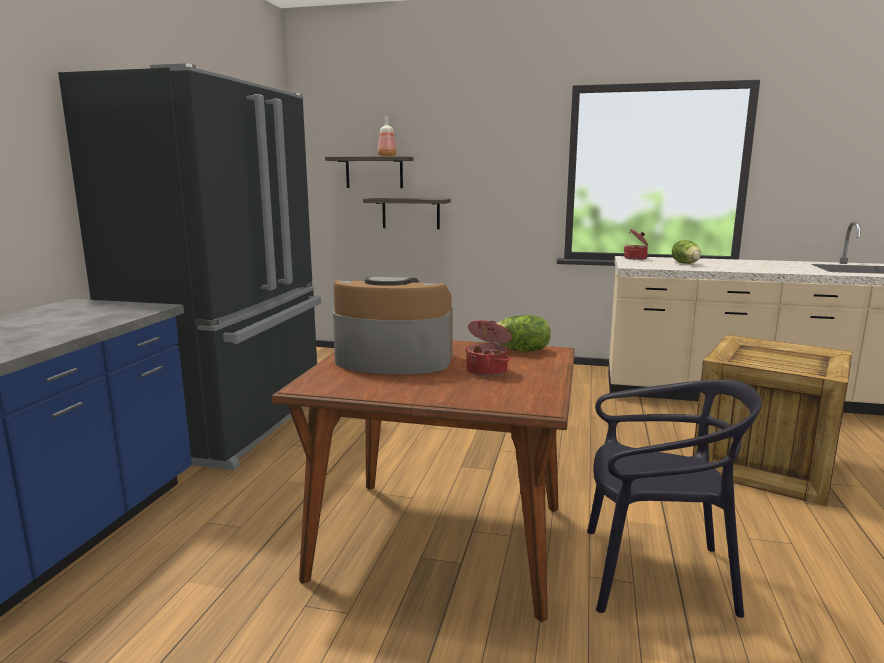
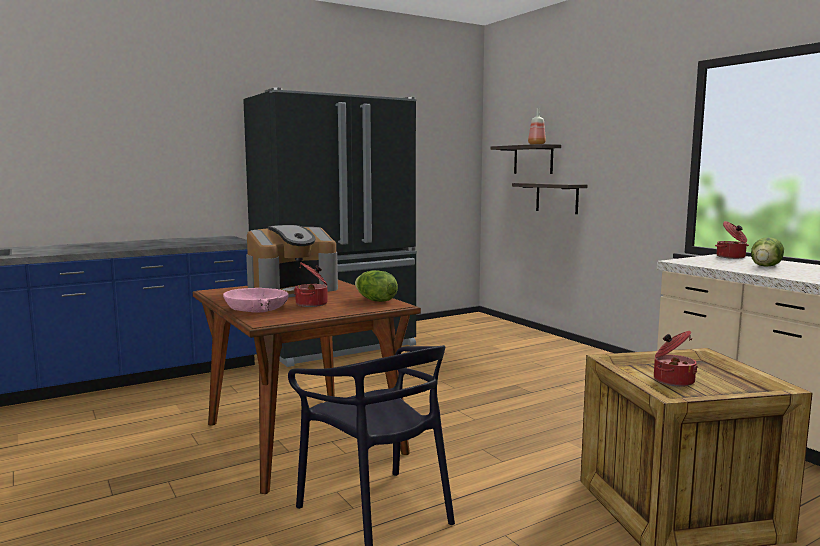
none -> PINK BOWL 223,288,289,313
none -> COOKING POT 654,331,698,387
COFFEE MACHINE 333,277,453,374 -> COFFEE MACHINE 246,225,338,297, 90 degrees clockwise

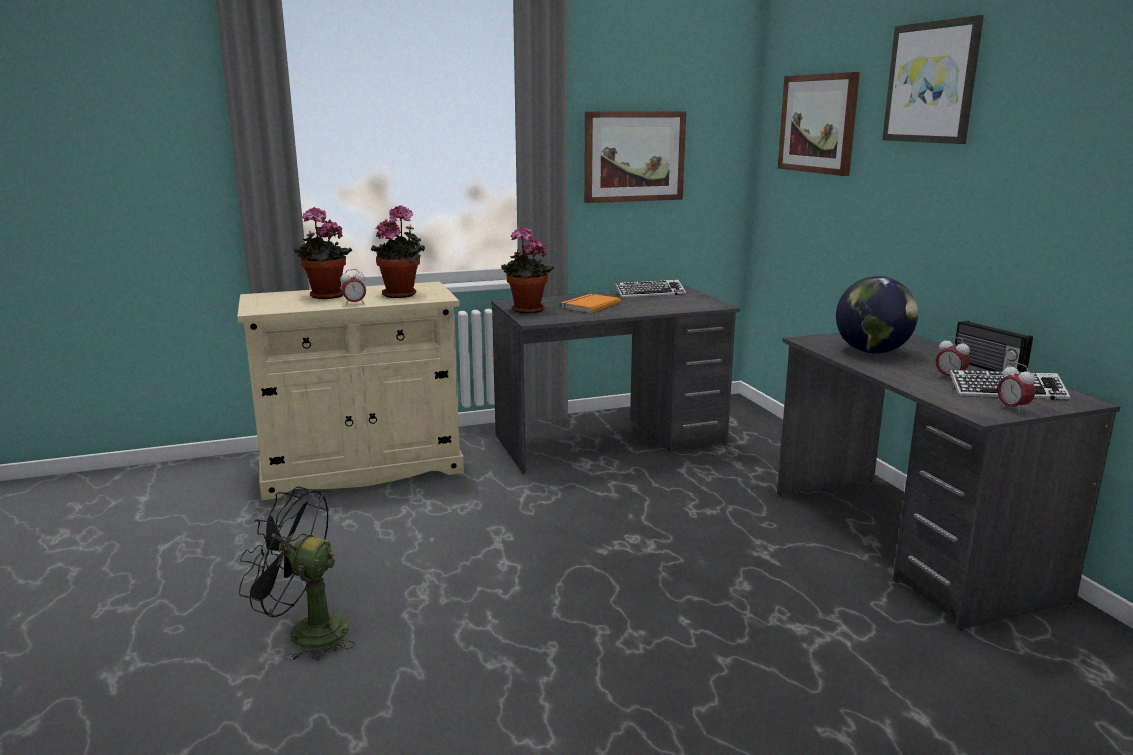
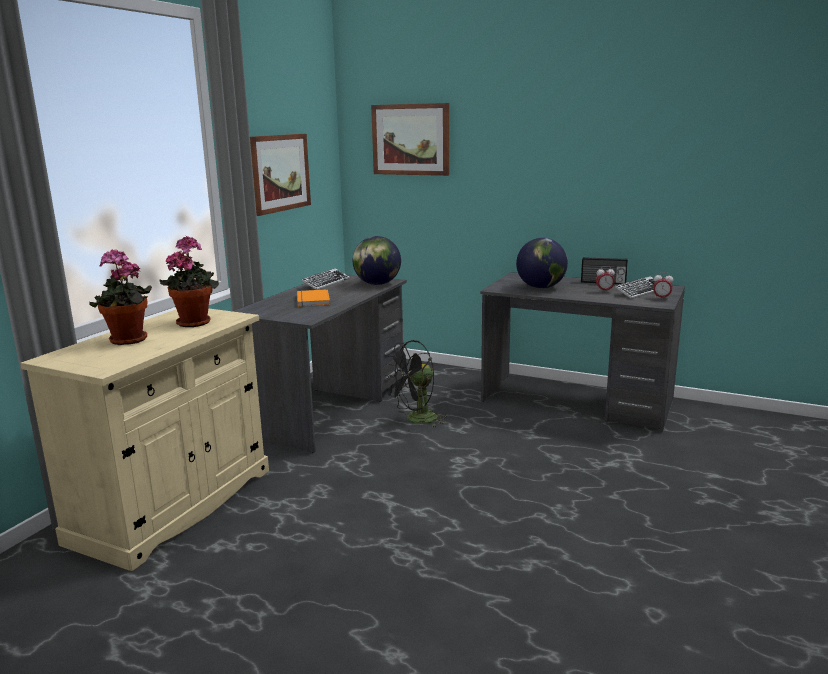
ALARM CLOCK 340,269,366,305 -> none
POTTED PLANT 501,226,554,314 -> none
PICTURE 882,15,984,144 -> none
none -> GLOBE 353,236,401,285
BLACK FAN 239,486,355,661 -> BLACK FAN 385,340,448,428, relocated

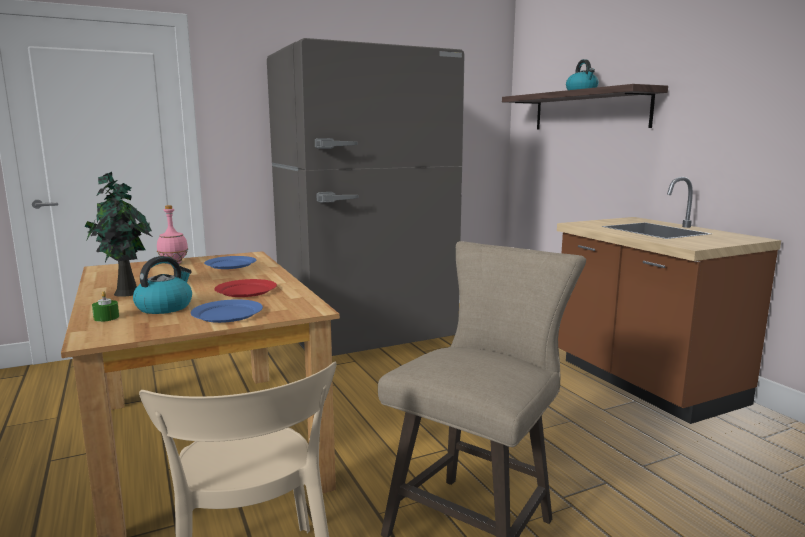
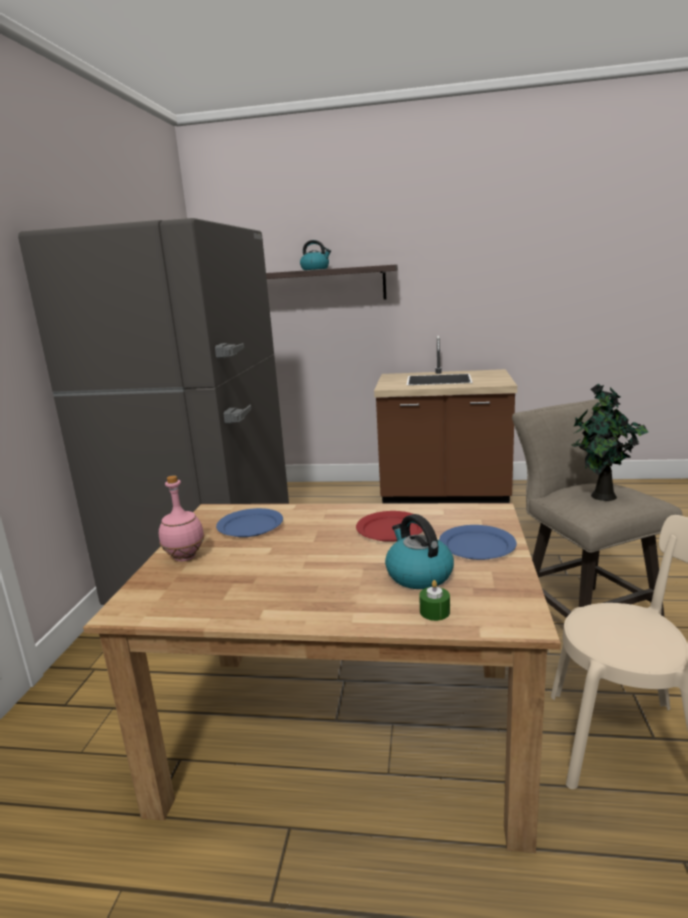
POTTED PLANT 84,172,152,297 -> POTTED PLANT 570,384,648,501, relocated

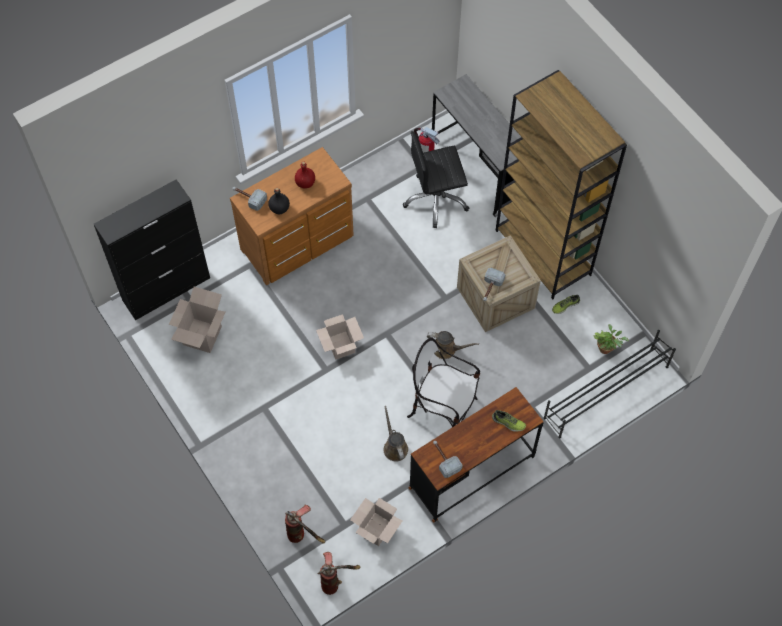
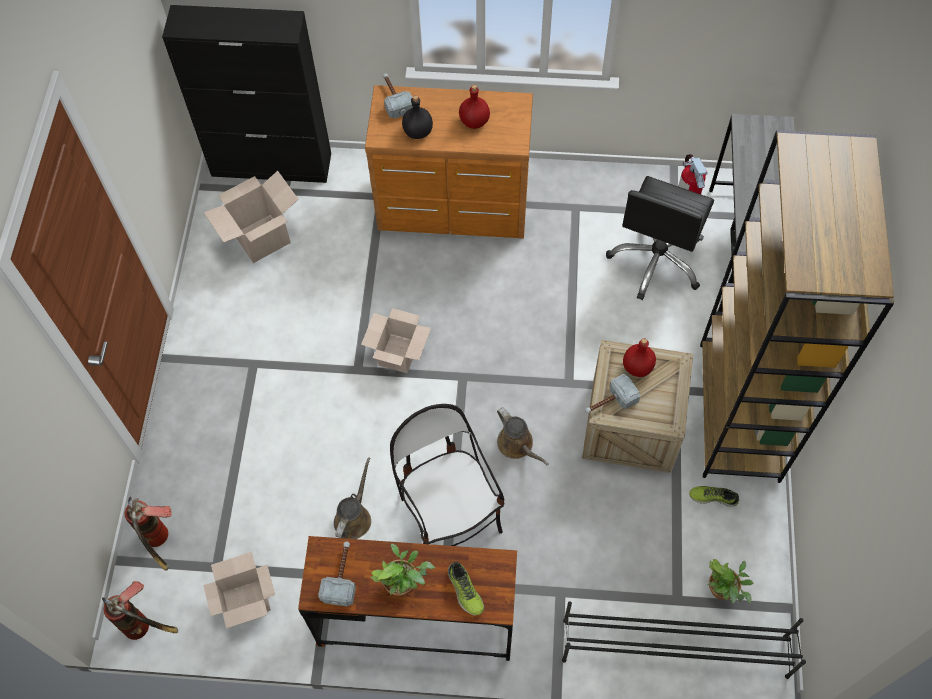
none -> POTTED PLANT 370,543,435,596
none -> RED BOTTLE 623,338,656,377
BLACK OFFICE CHAIR 403,131,469,228 -> BLACK OFFICE CHAIR 606,176,714,300, 90 degrees counterclockwise

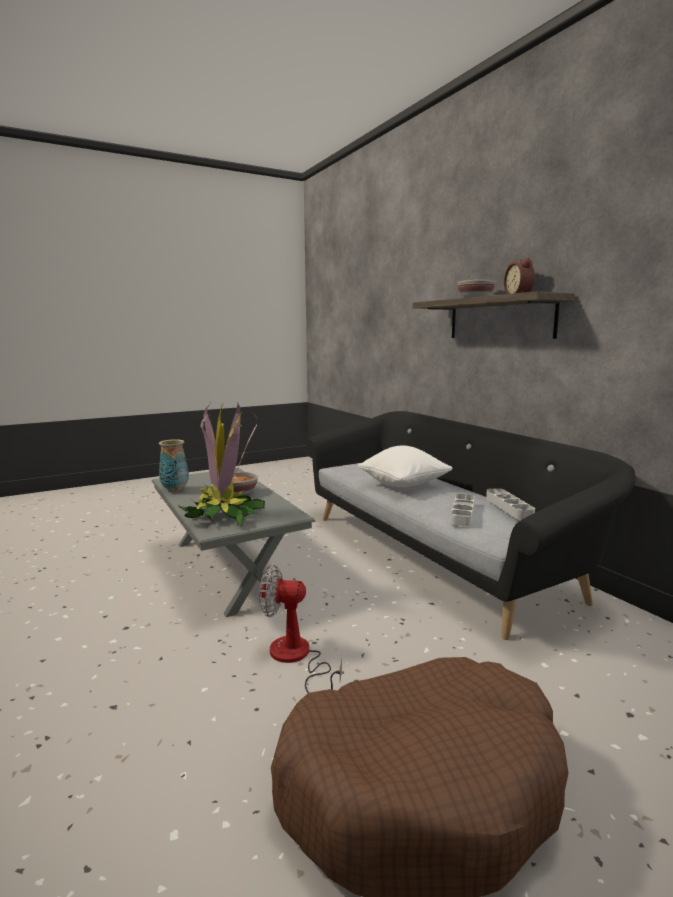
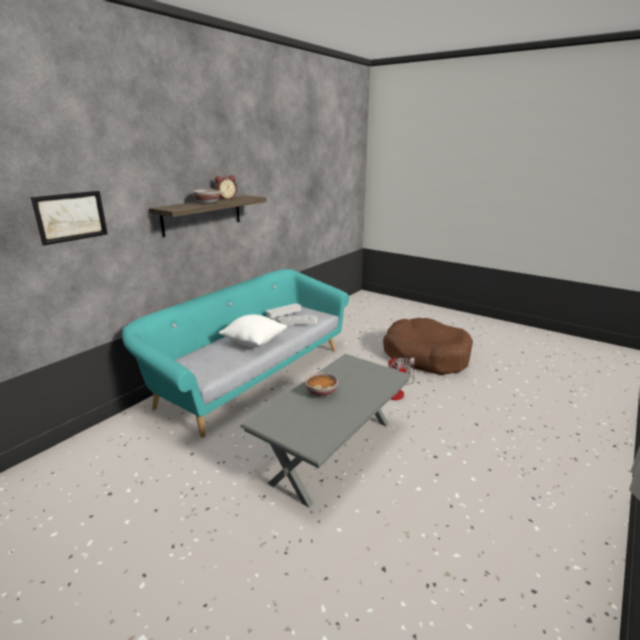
VASE 159,439,189,492 -> none
POTTED PLANT 178,403,265,527 -> none
none -> PICTURE 31,191,108,246
BLACK SOFA 307,411,636,640 -> TURQUOISE SOFA 122,269,349,438

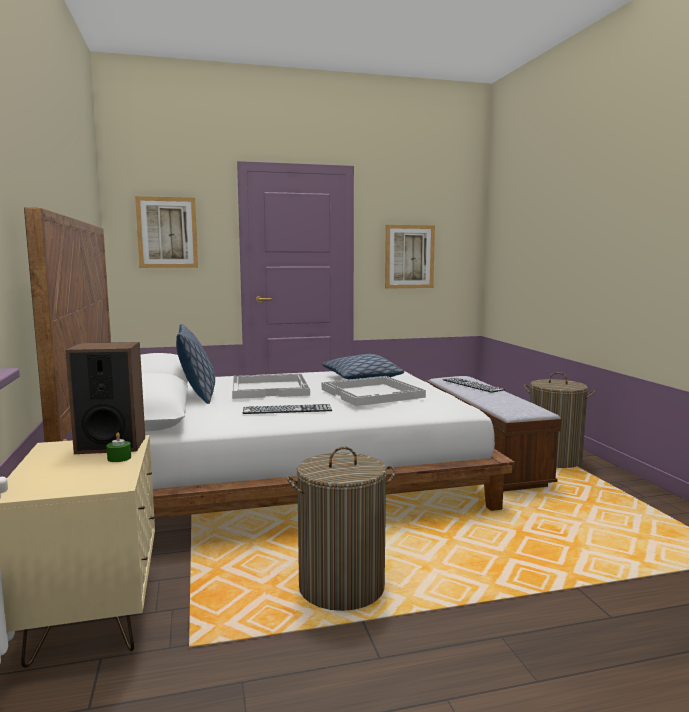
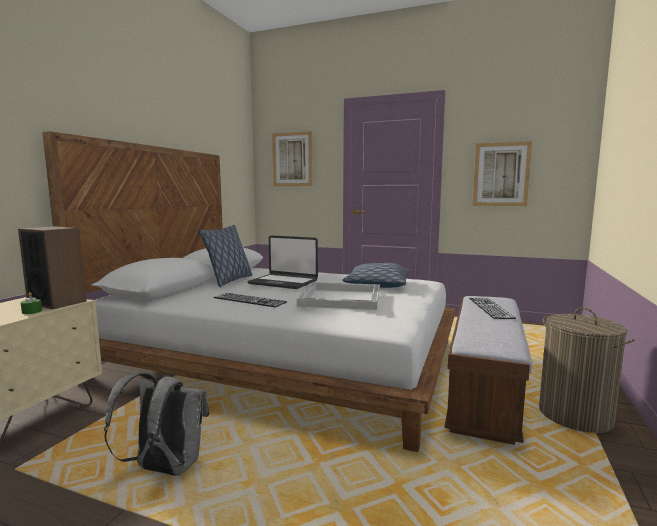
WHITE TRAY 232,373,310,399 -> LAPTOP 247,235,318,289
LAUNDRY BASKET 286,446,395,611 -> GREY BACKPACK 104,372,209,476

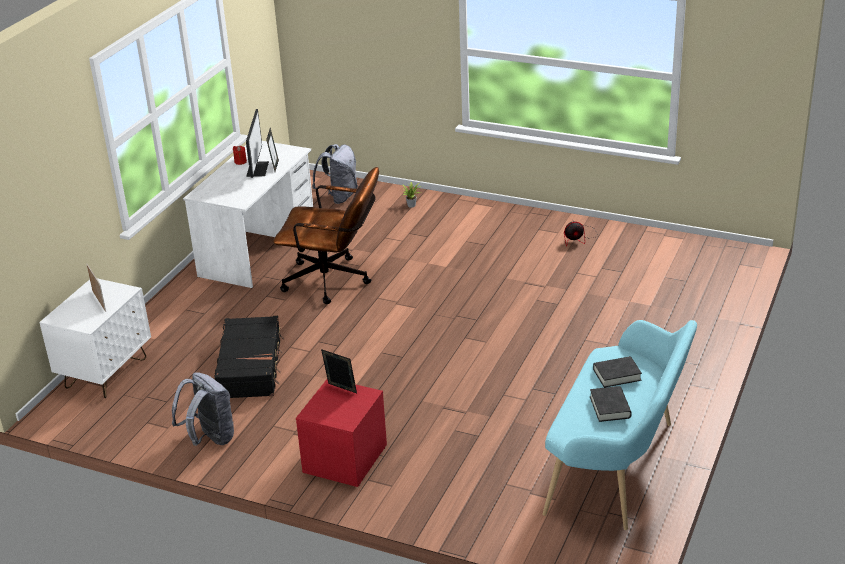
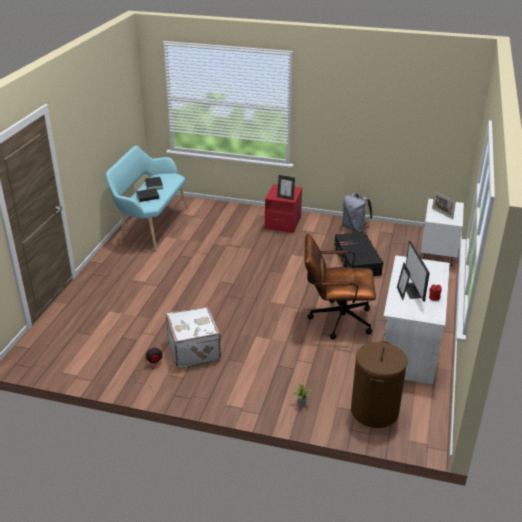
none -> WHITE SUITCASE 166,306,221,368
GREY BACKPACK 312,144,358,204 -> BROWN LAUNDRY BASKET 351,341,408,428

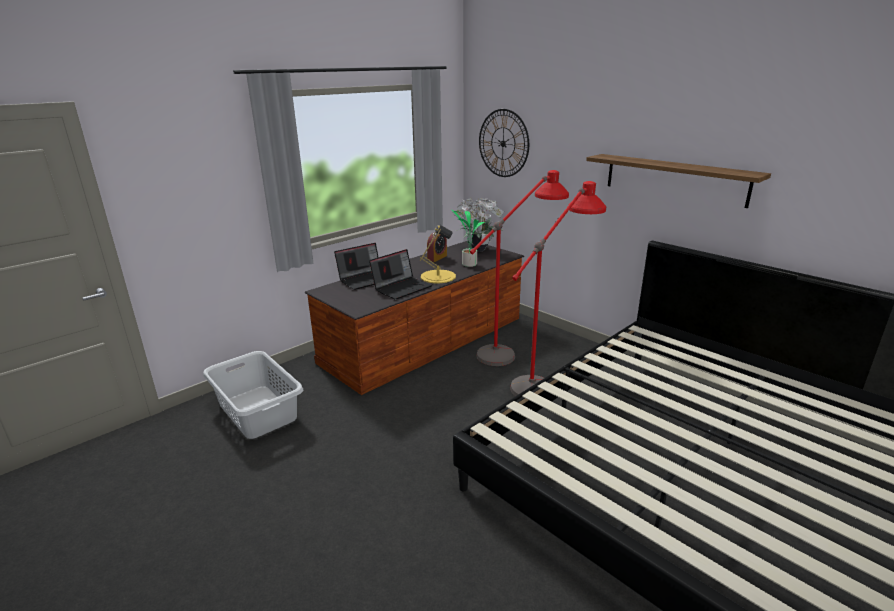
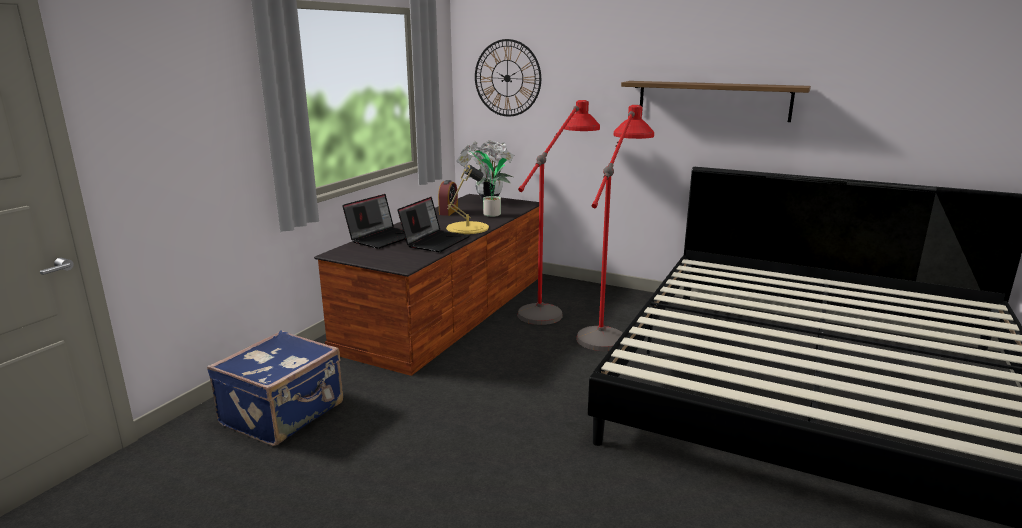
GREY LAUNDRY BASKET 203,351,303,439 -> BLUE SUITCASE 207,330,343,446

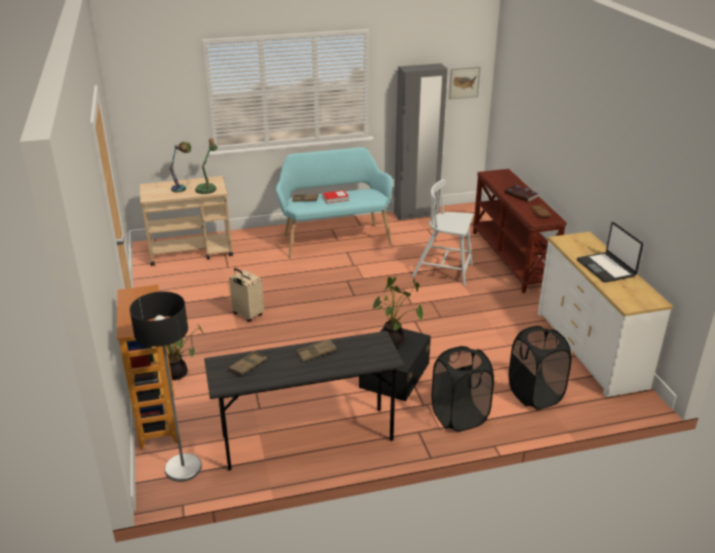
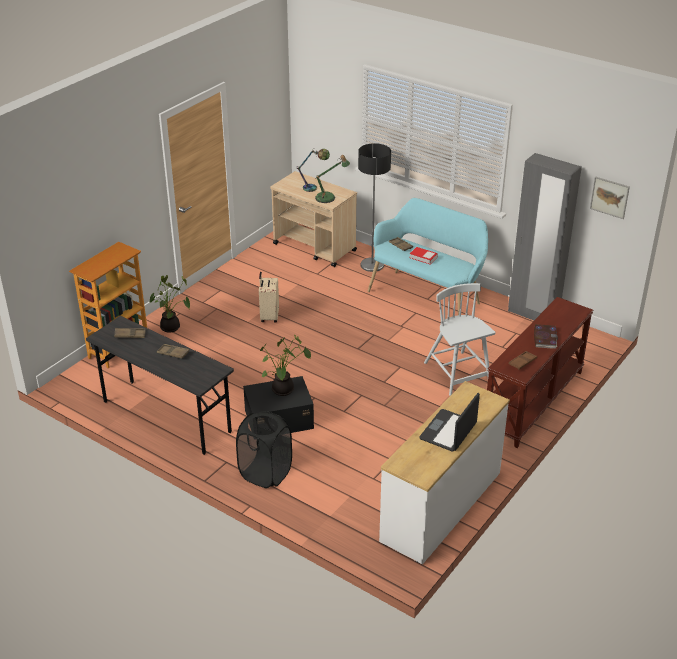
BLACK LAUNDRY BASKET 509,326,572,410 -> none
FLOOR LAMP 130,291,202,482 -> FLOOR LAMP 358,143,391,272, relocated

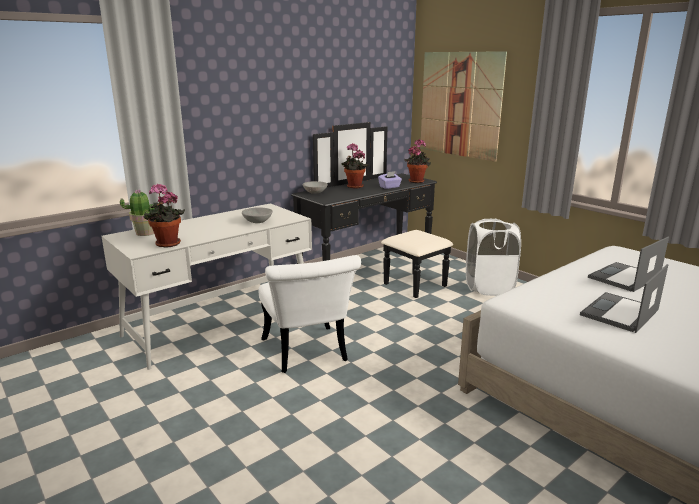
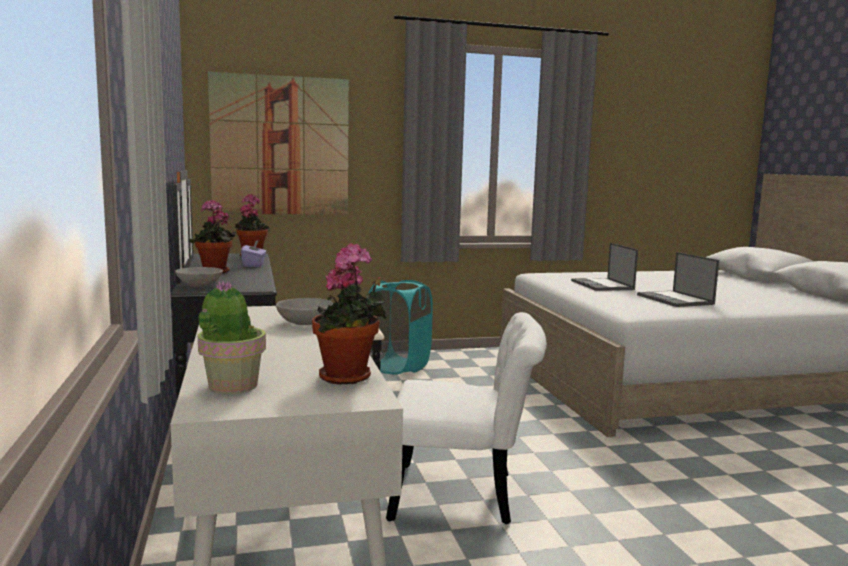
WHITE LAUNDRY BASKET 466,219,521,296 -> TURQUOISE LAUNDRY BASKET 368,280,433,374

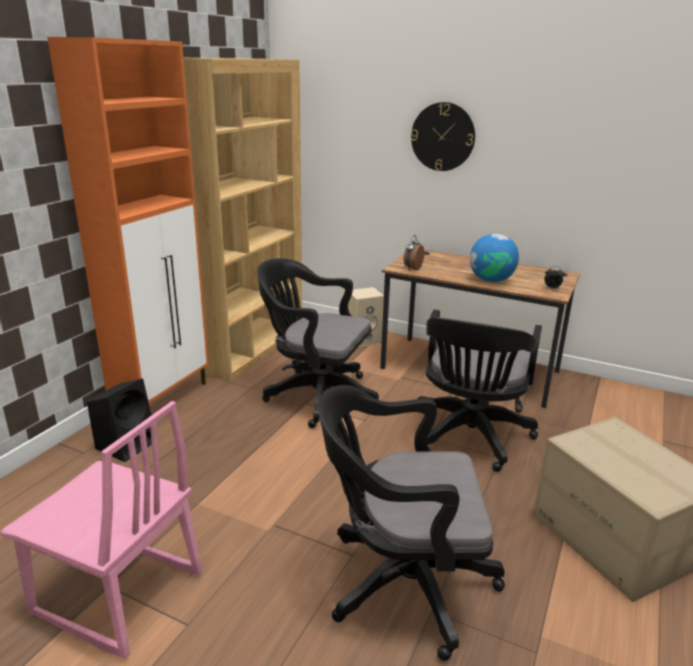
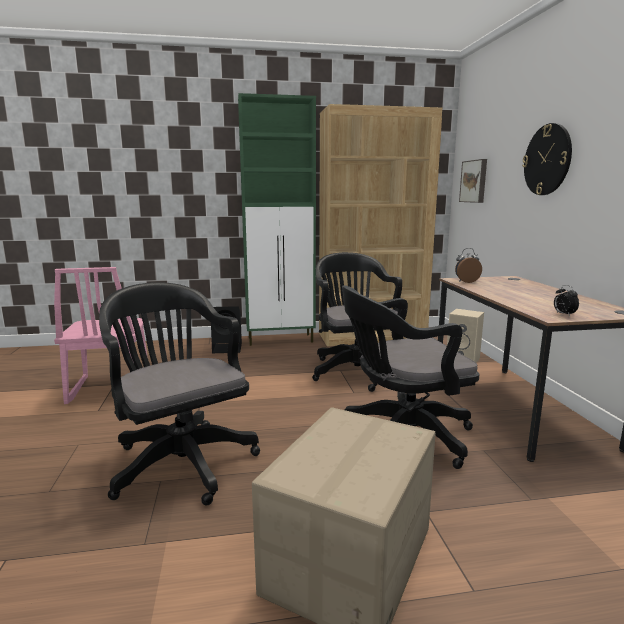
GLOBE 470,234,519,282 -> none
none -> PICTURE 459,159,487,203
ORANGE CABINET 47,37,209,403 -> GREEN CABINET 238,93,316,346

